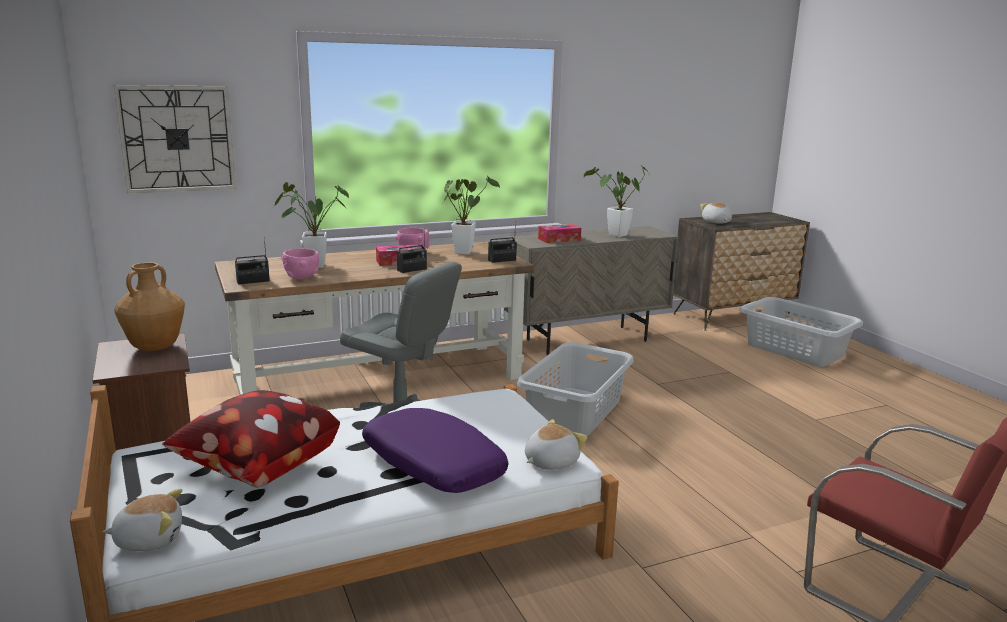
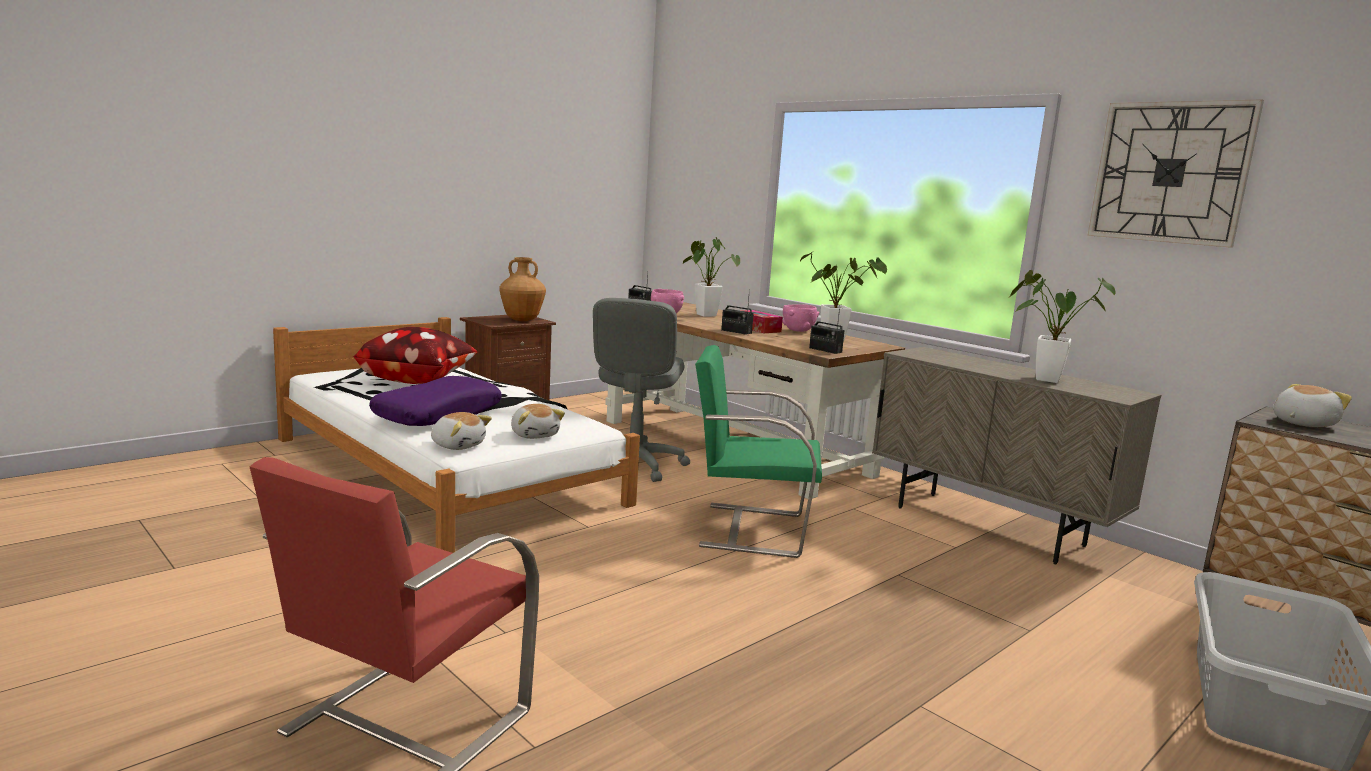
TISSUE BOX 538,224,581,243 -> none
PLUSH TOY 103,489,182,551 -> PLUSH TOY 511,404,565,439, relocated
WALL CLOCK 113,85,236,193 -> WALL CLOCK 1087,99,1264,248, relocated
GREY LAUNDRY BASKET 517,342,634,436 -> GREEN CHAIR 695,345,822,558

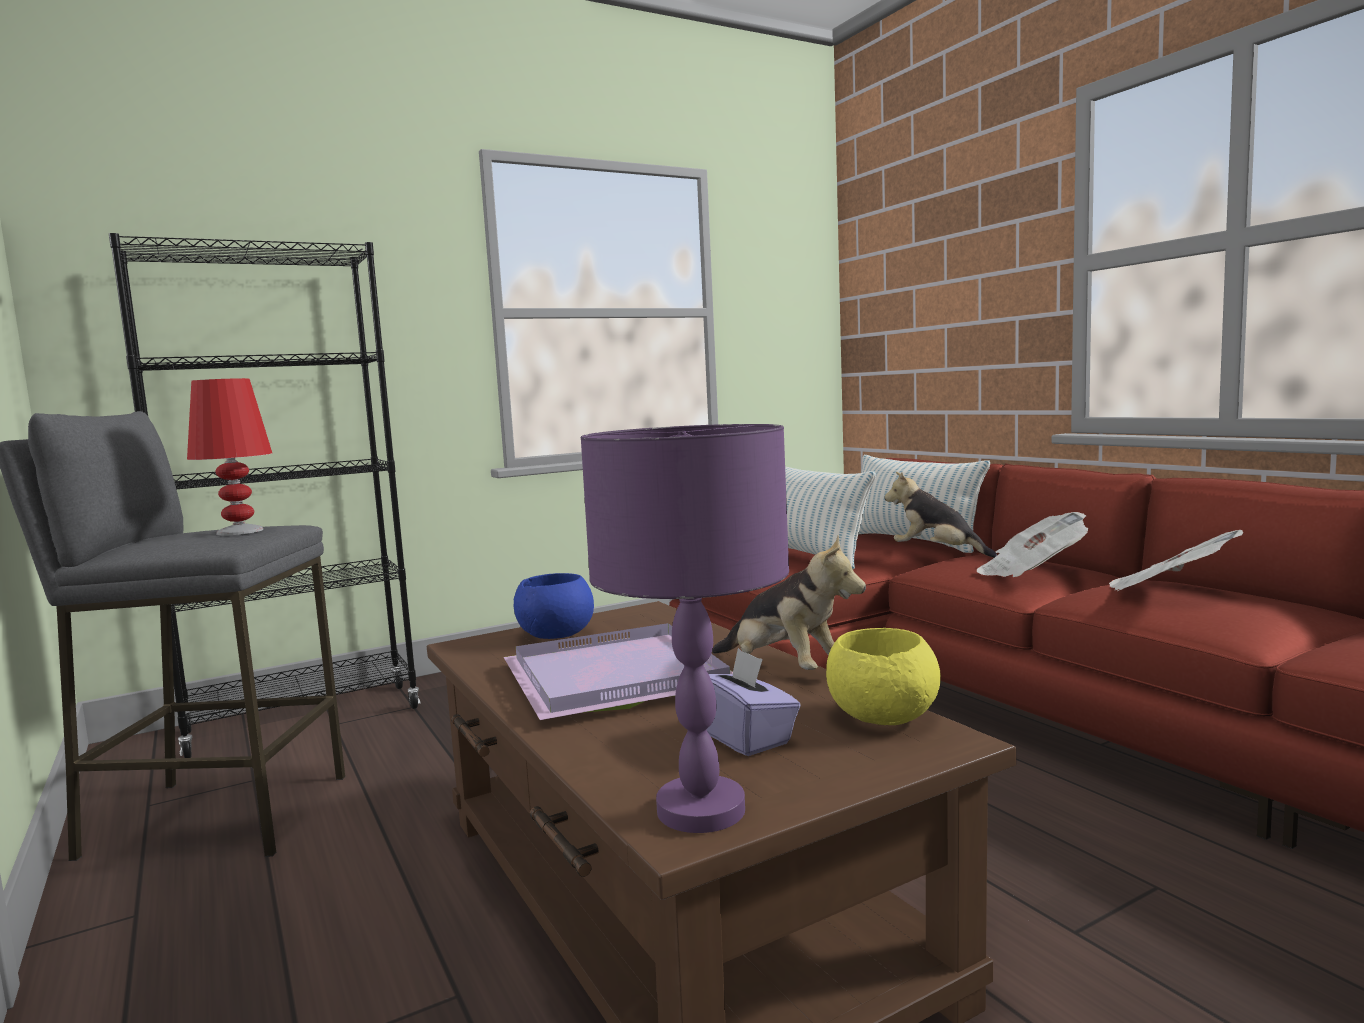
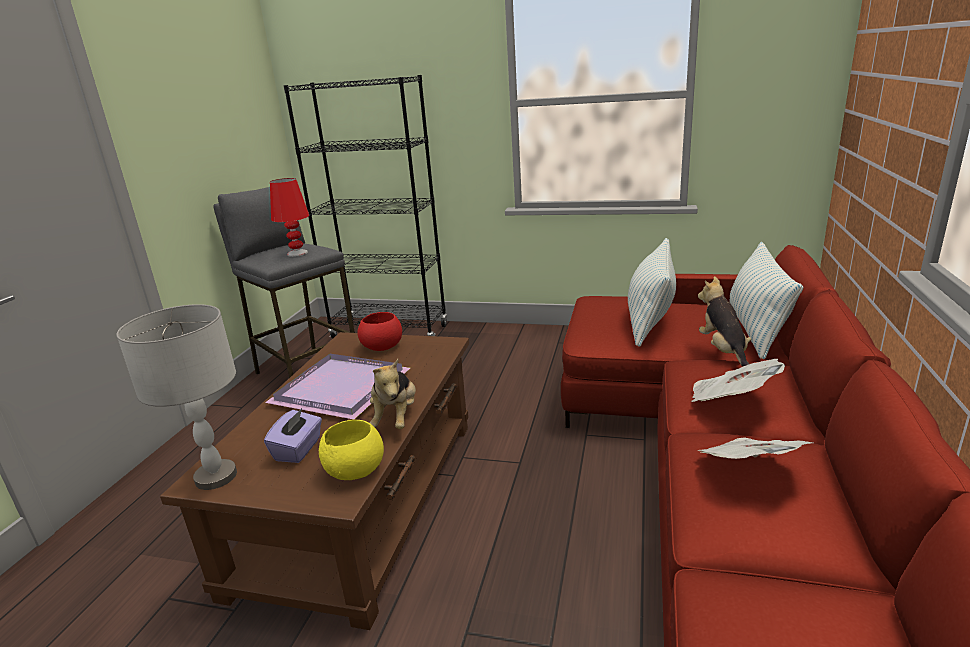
BLUE BOWL 514,573,594,639 -> RED BOWL 357,312,402,351
PURPLE TABLE LAMP 580,424,789,833 -> GREY TABLE LAMP 116,304,237,490

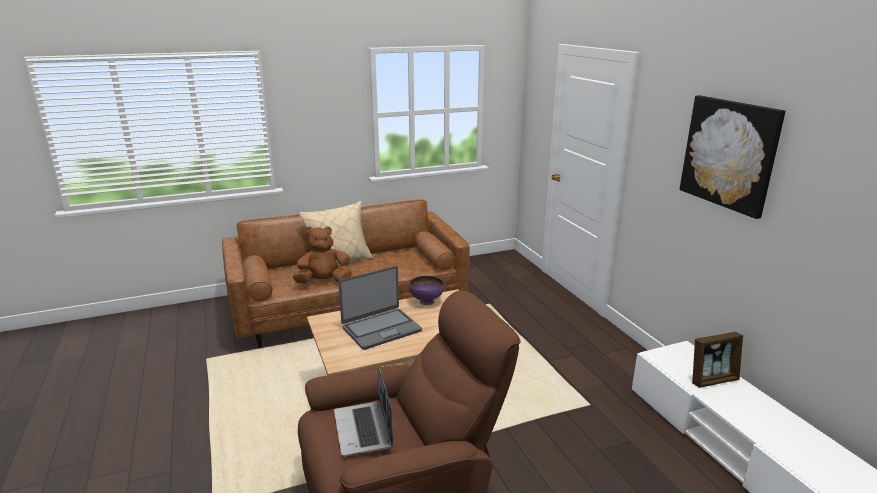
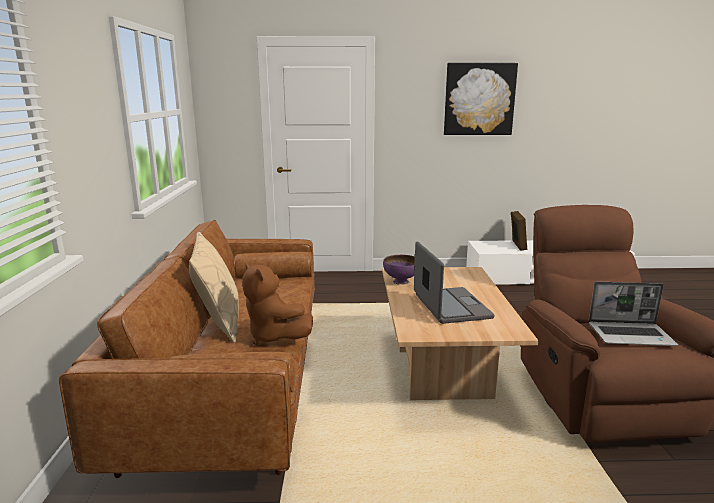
BROWN PLUSH TOY 293,226,352,284 -> BROWN PLUSH TOY 242,263,313,345, 45 degrees counterclockwise

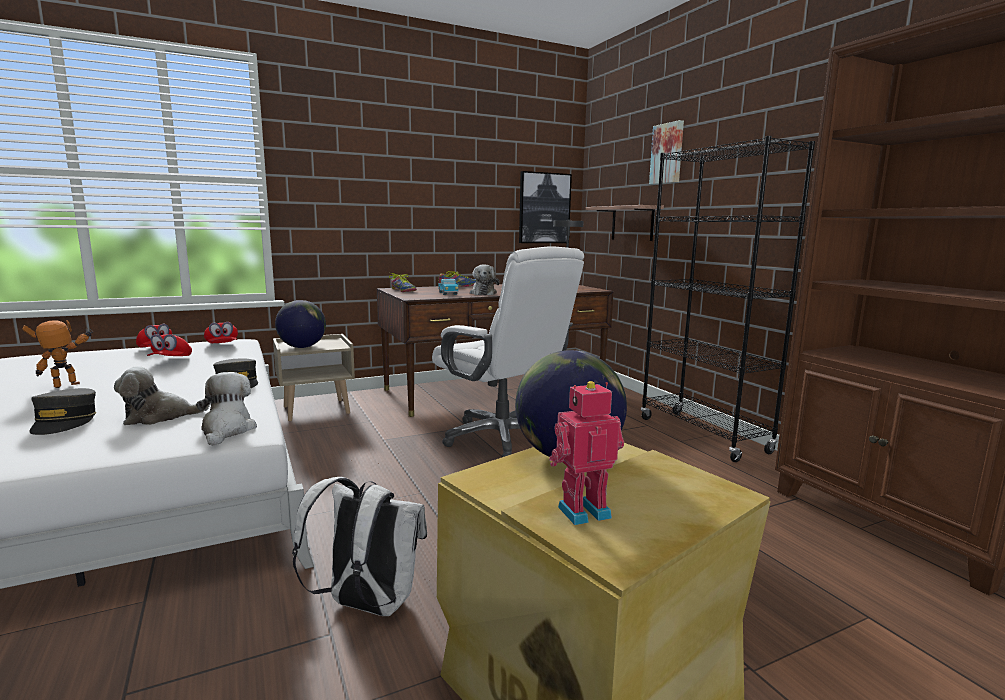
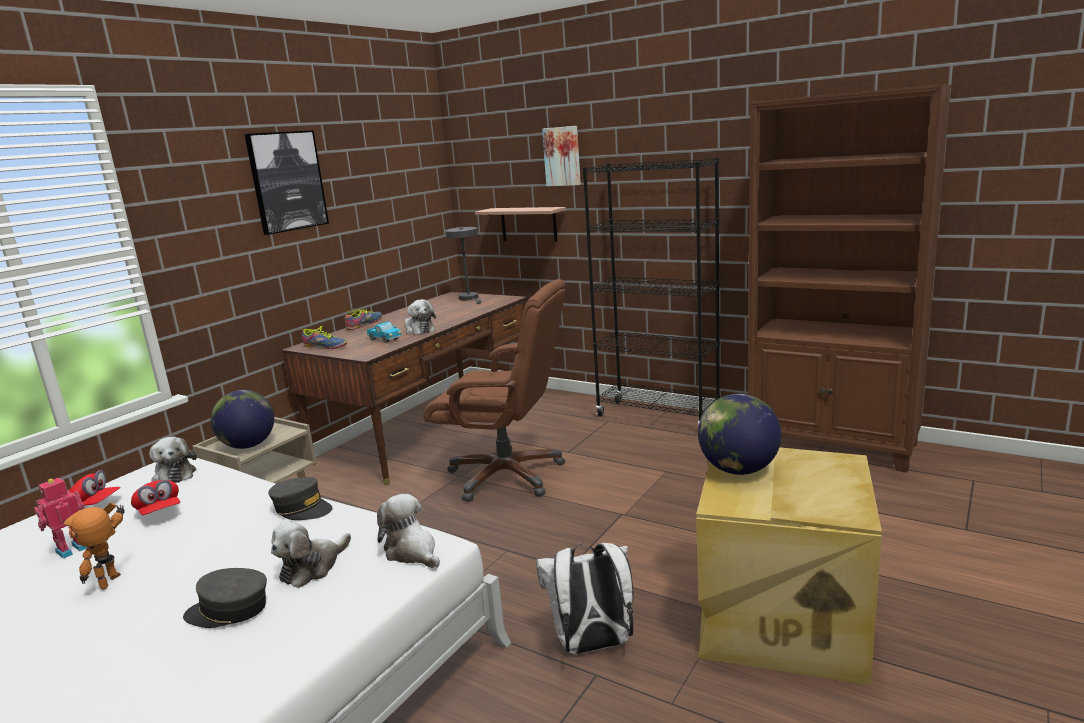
PICTURE 519,171,572,243 -> PICTURE 245,130,329,235, relocated
TOY ROBOT 549,381,624,525 -> TOY ROBOT 34,476,87,559, relocated
RED CAP 204,322,238,343 -> PLUSH TOY 149,437,197,483
WHITE OFFICE CHAIR 432,246,584,457 -> BROWN OFFICE CHAIR 423,279,566,502
GREY CAP 29,388,96,435 -> GREY CAP 183,568,267,628, 135 degrees clockwise

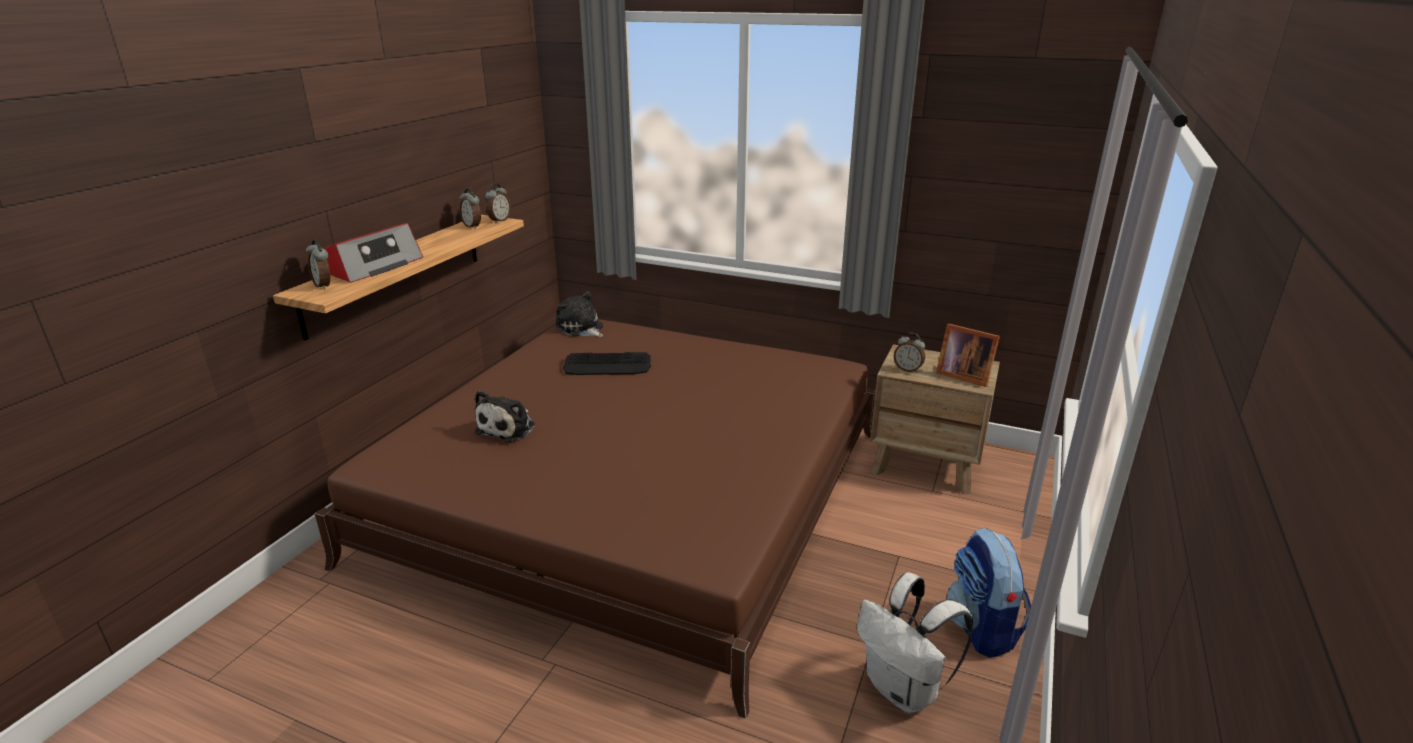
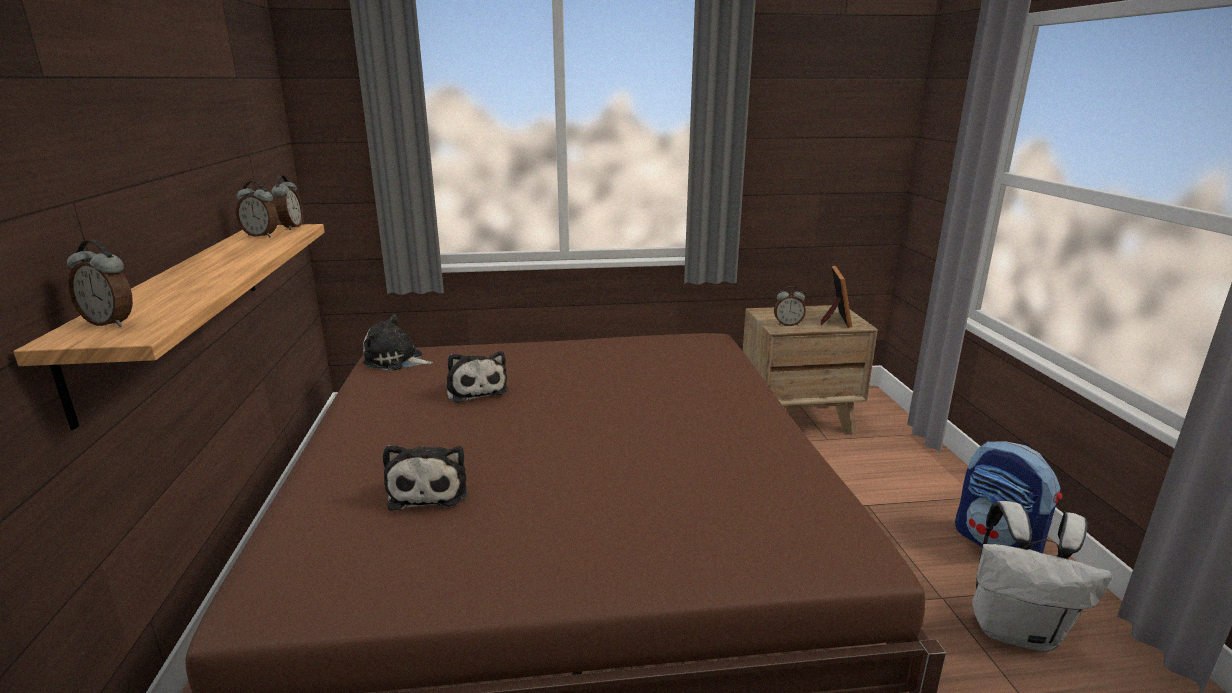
RADIO 323,223,423,283 -> none
KEYBOARD 563,352,651,375 -> PLUSH TOY 446,351,508,403
PICTURE FRAME 936,324,1000,387 -> PICTURE FRAME 821,266,852,328, 90 degrees counterclockwise

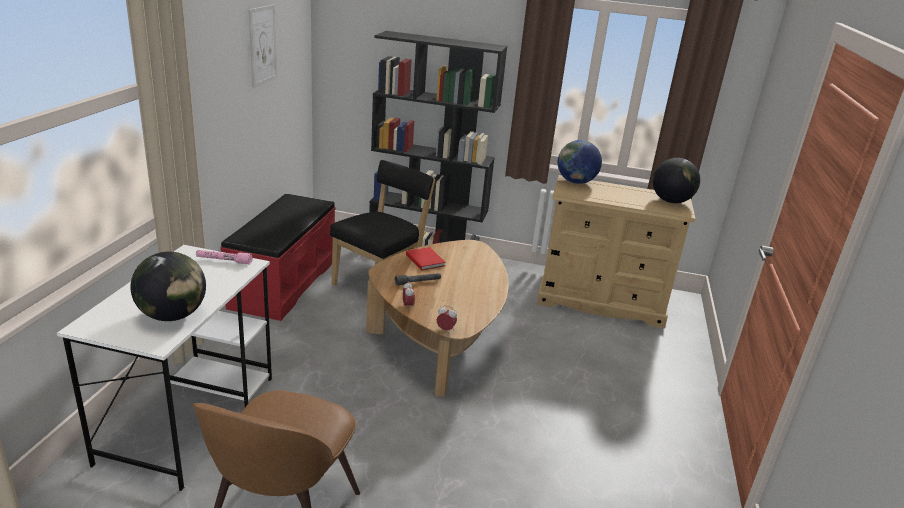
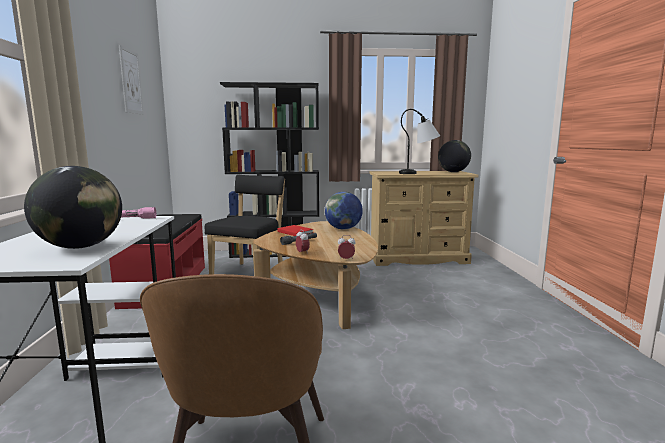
none -> TABLE LAMP 399,109,440,174
GLOBE 558,140,602,184 -> GLOBE 325,192,363,230, relocated

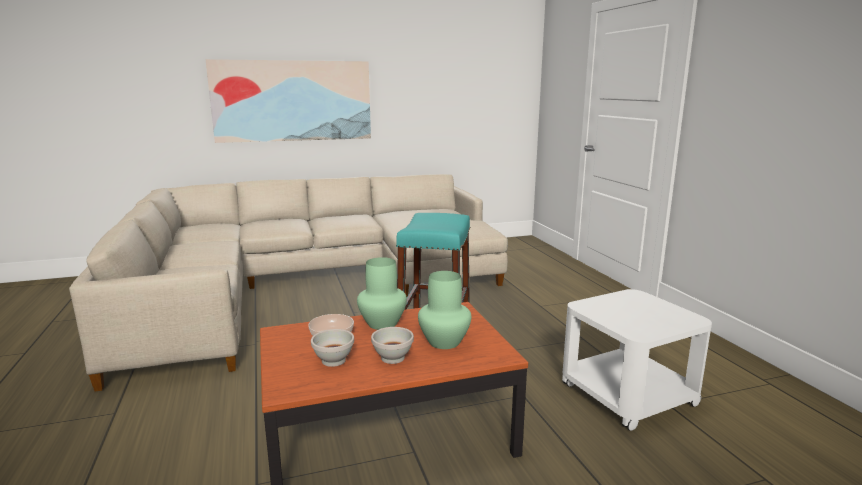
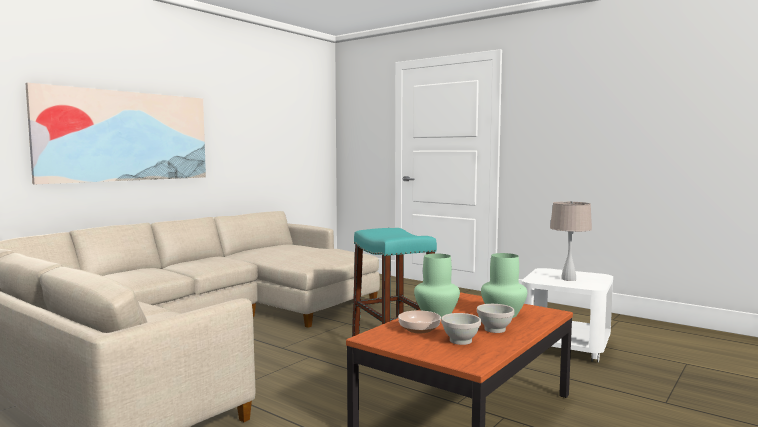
none -> BEIGE TABLE LAMP 550,201,592,281

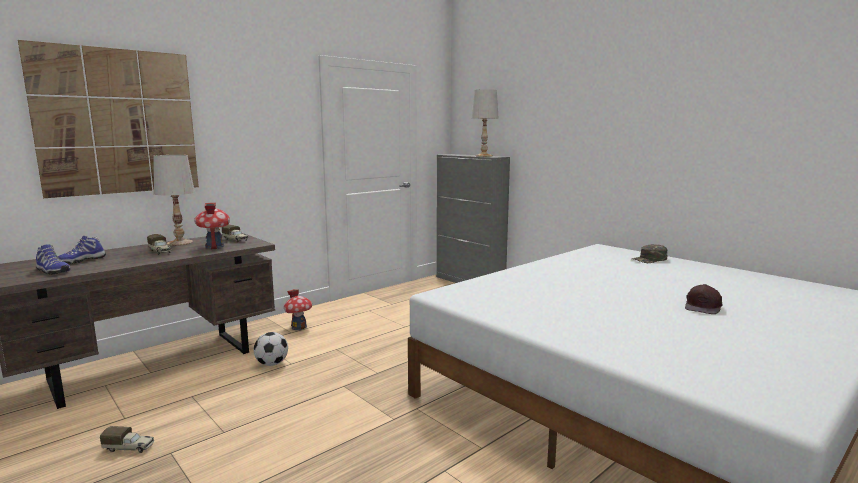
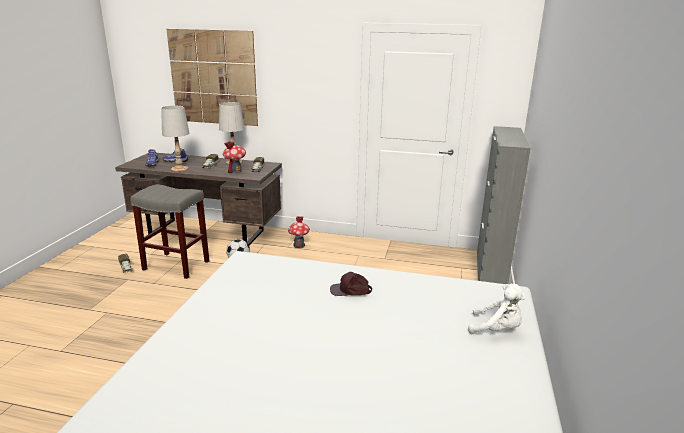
none -> GREY STOOL 130,184,209,279
WHITE TABLE LAMP 472,89,499,157 -> WHITE TABLE LAMP 161,106,190,171, relocated
BROWN CAP 685,284,722,314 -> BROWN CAP 330,272,372,296, relocated
GREEN CAP 632,244,667,263 -> WHITE PLUSH TOY 468,284,526,334

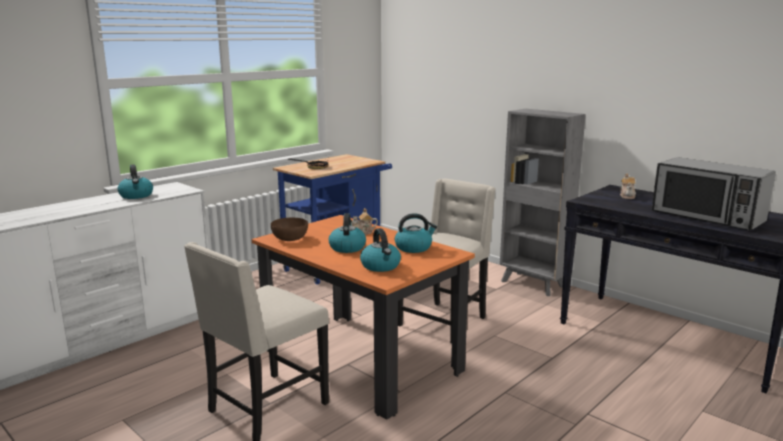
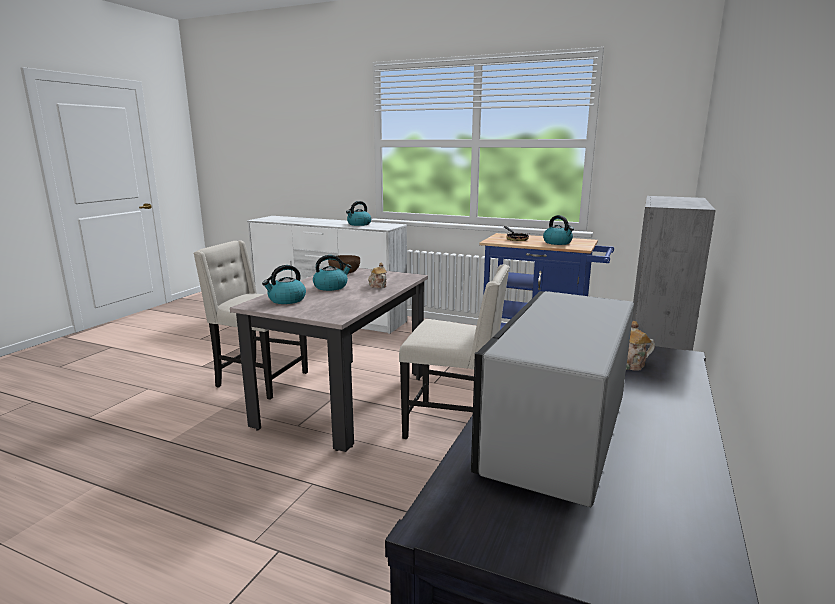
KETTLE 395,213,437,253 -> KETTLE 543,215,574,245, relocated
ORANGE DINING TABLE 252,215,475,420 -> BEIGE DINING TABLE 230,268,428,452

